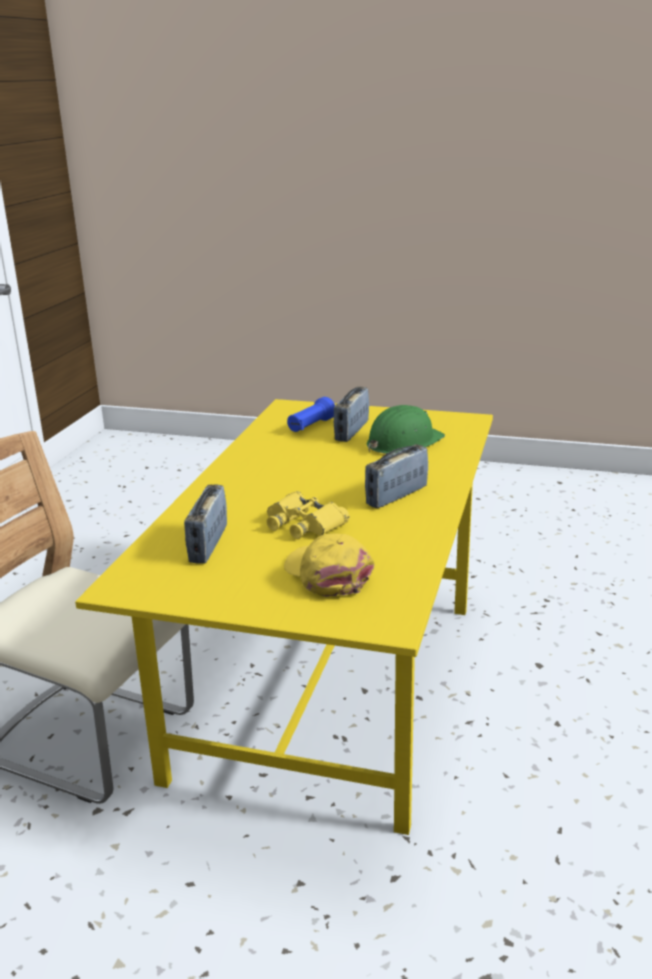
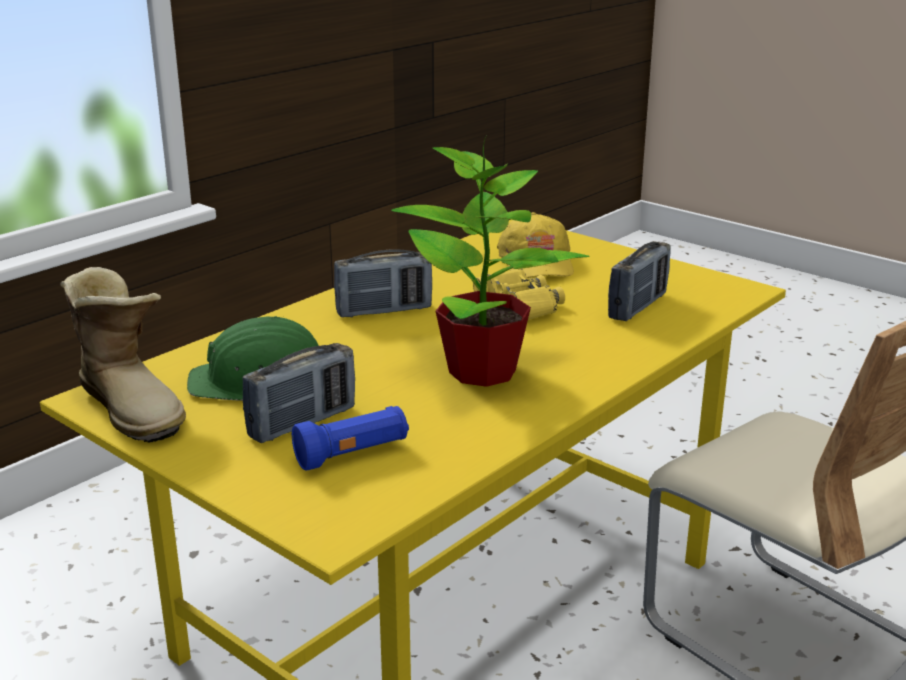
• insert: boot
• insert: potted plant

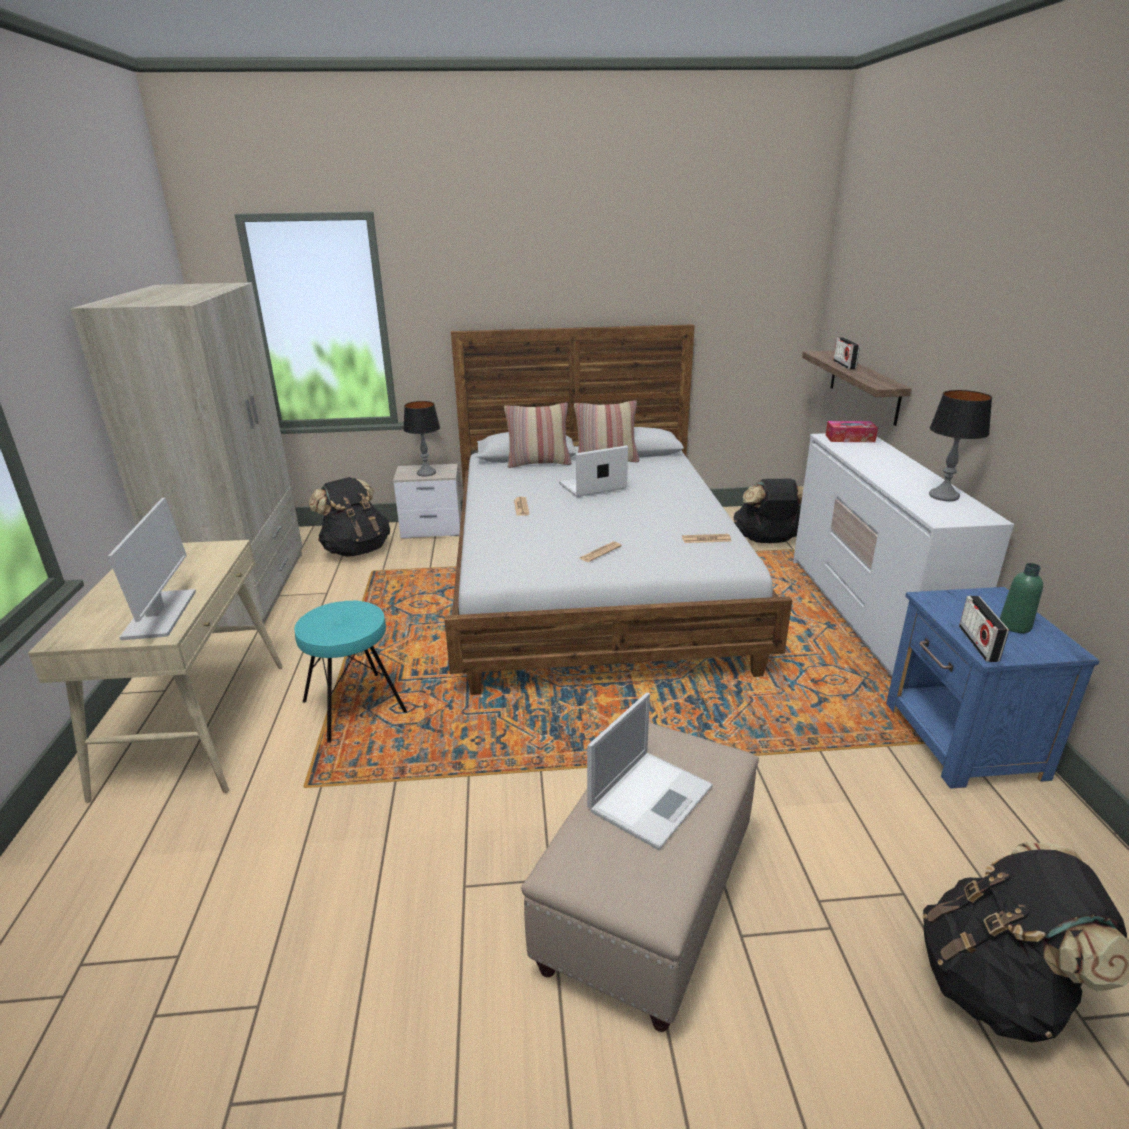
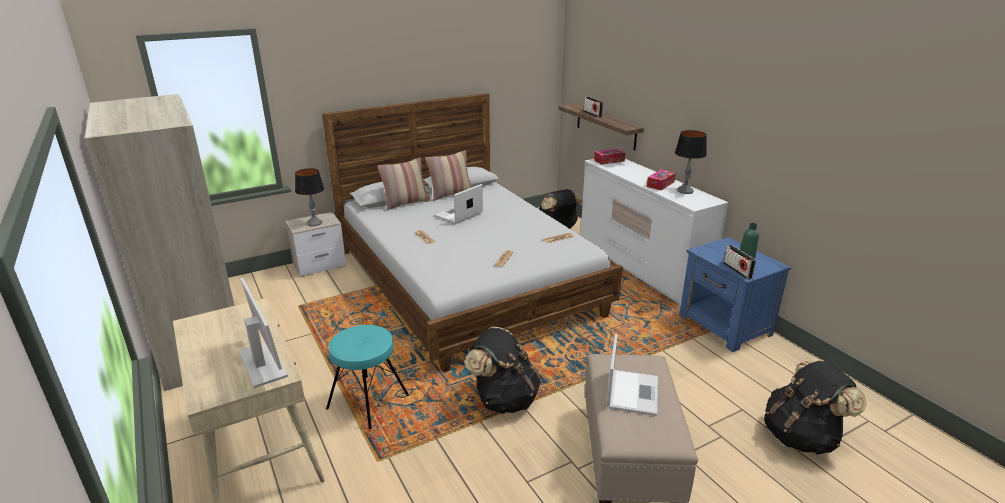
• move: black backpack (1st from left)
• insert: tissue box (2nd from left)

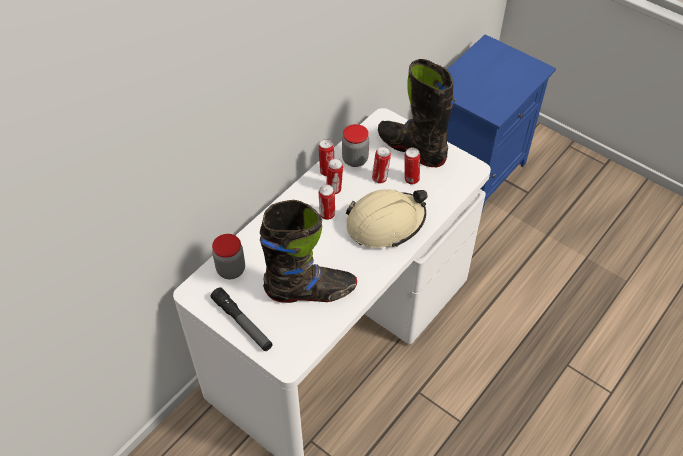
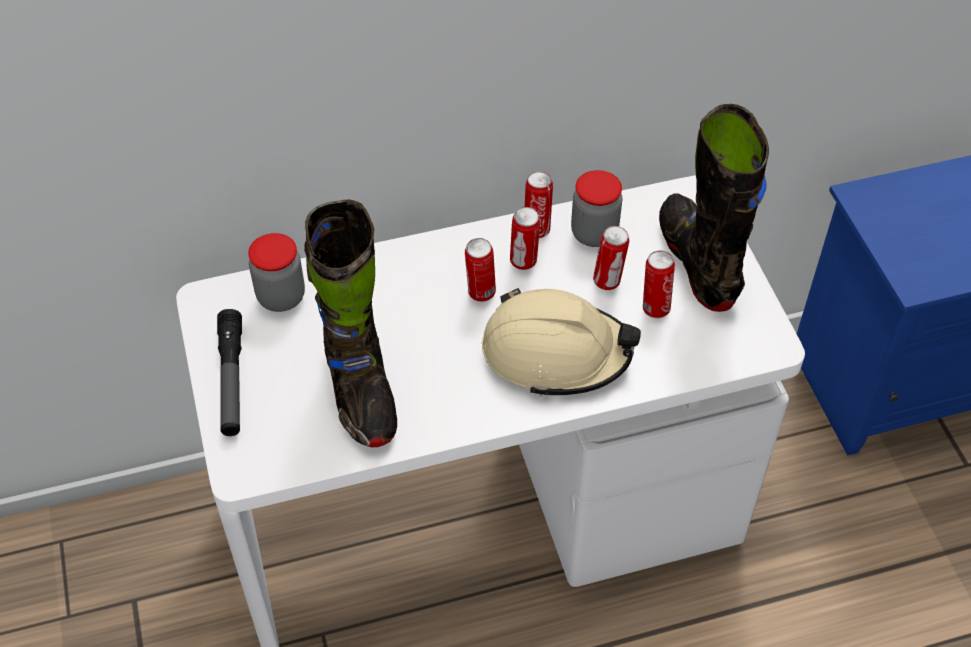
• rotate: black boot (1st from left) 45 degrees clockwise

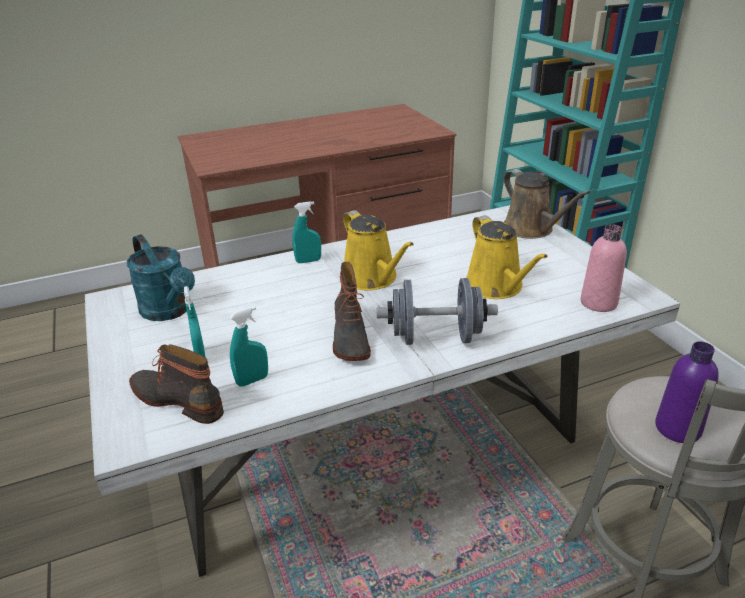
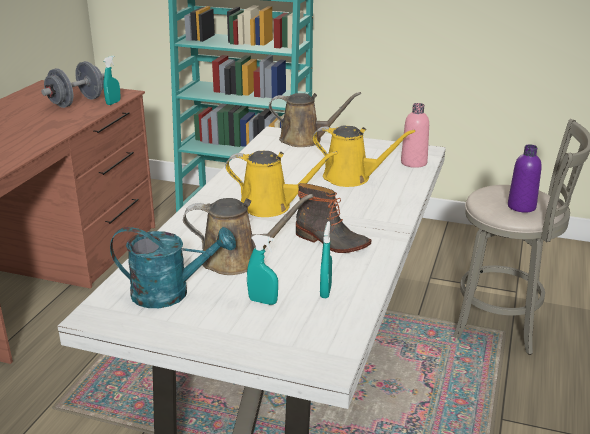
• delete: boot (1st from left)
• move: turquoise spray bottle (3rd from left in the first image) to turquoise spray bottle (1st from left)
• move: grey dumbbell
• insert: brown watering can (1st from left)

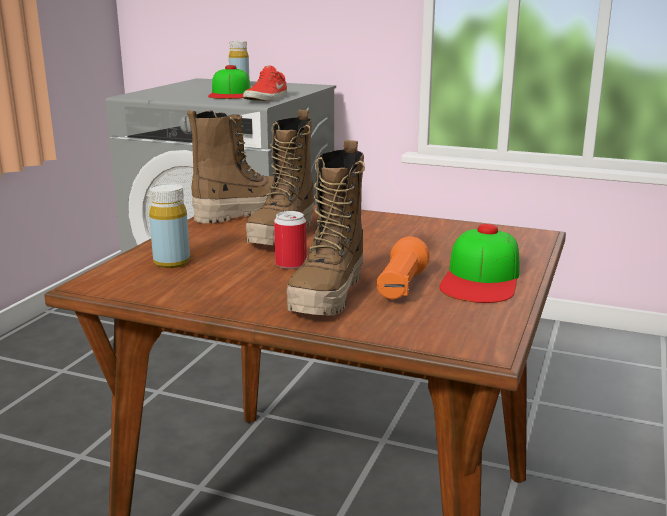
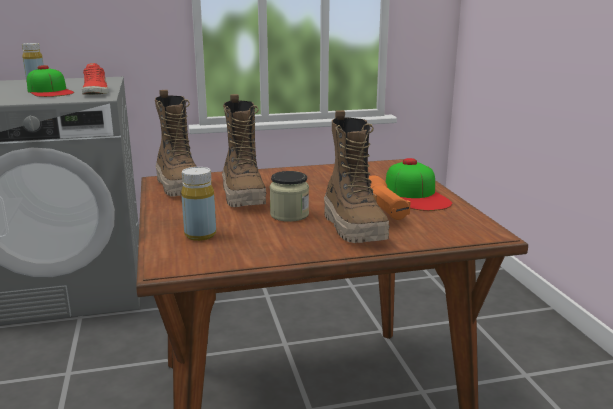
• rotate: boot (1st from left) 135 degrees clockwise
• replace: can to jar

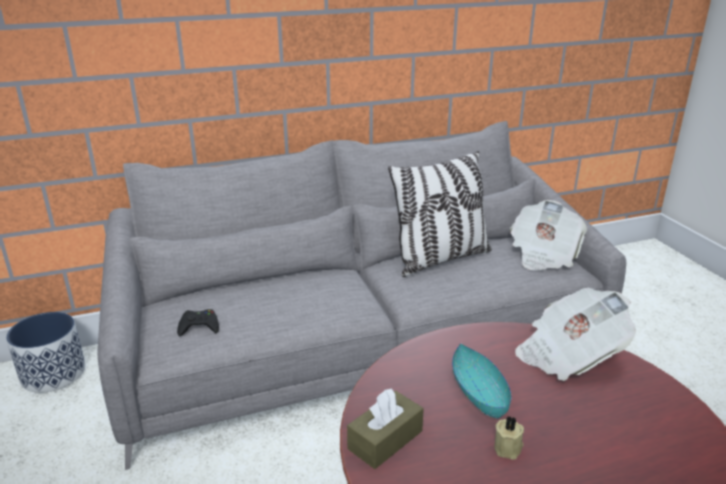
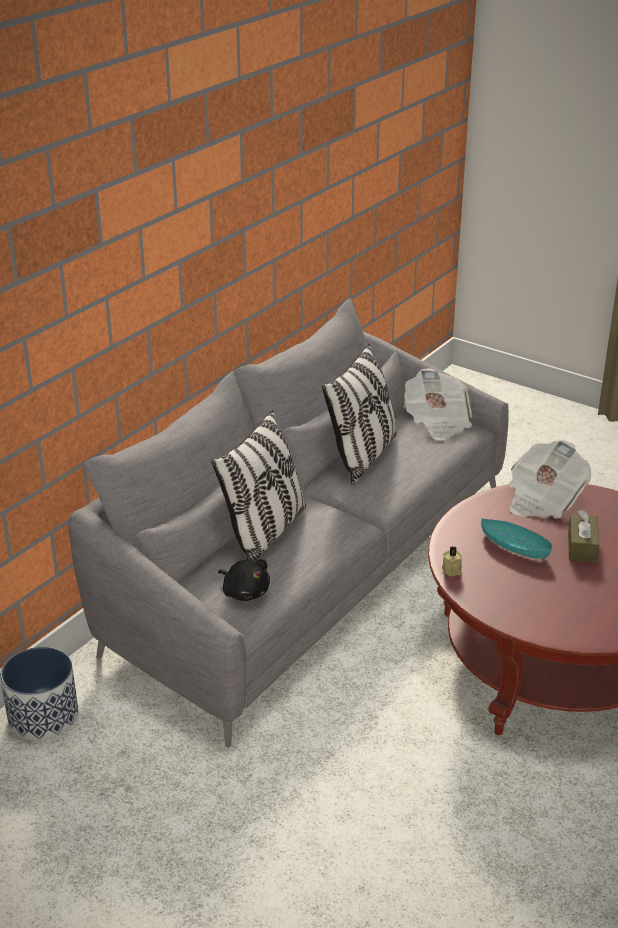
• replace: black game controller to black plush toy
• move: brown tissue box
• move: beige candle
• insert: pillow (1st from left)

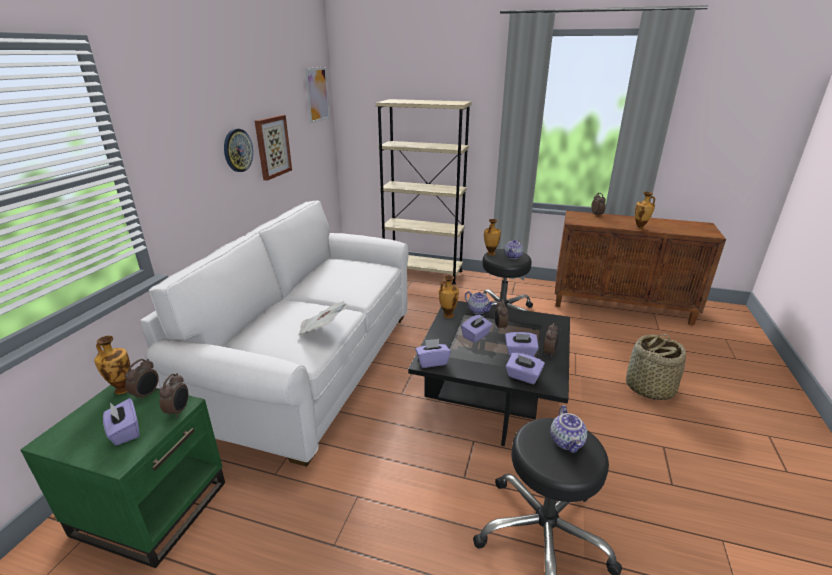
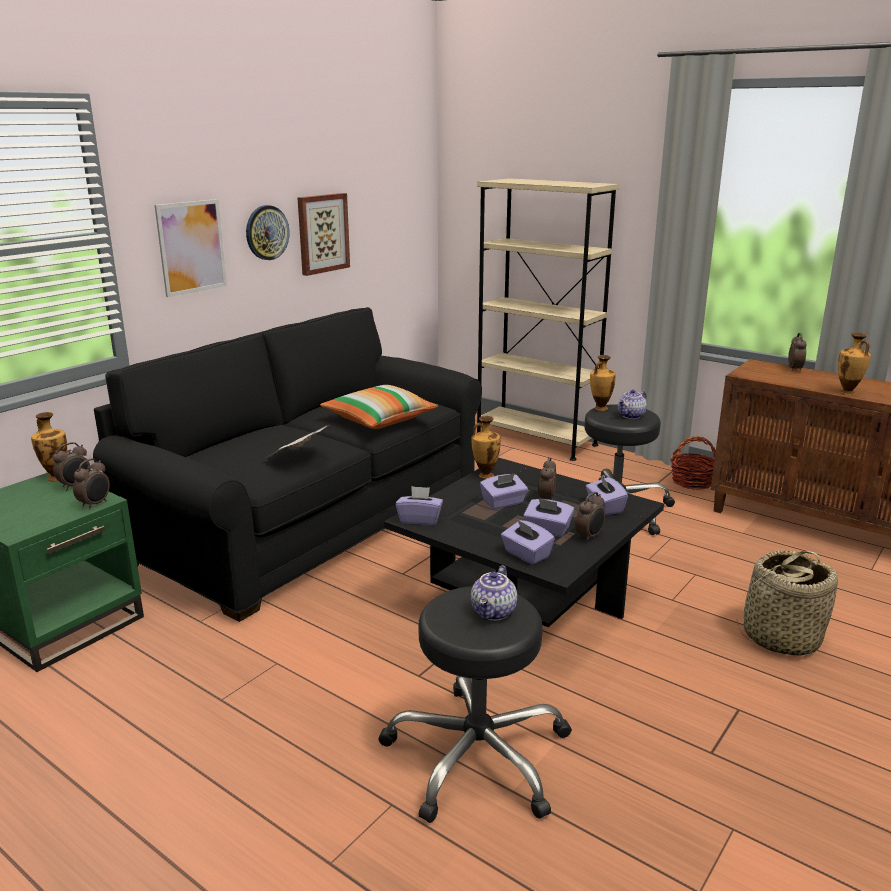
• move: purple tissue box (1st from left in the first image) to purple tissue box (5th from left)
• recolor: white sofa to black sofa
• move: picture (2nd from left in the first image) to picture (1st from left)
• delete: teapot (1st from left)
• insert: pillow
• insert: basket (1st from left)

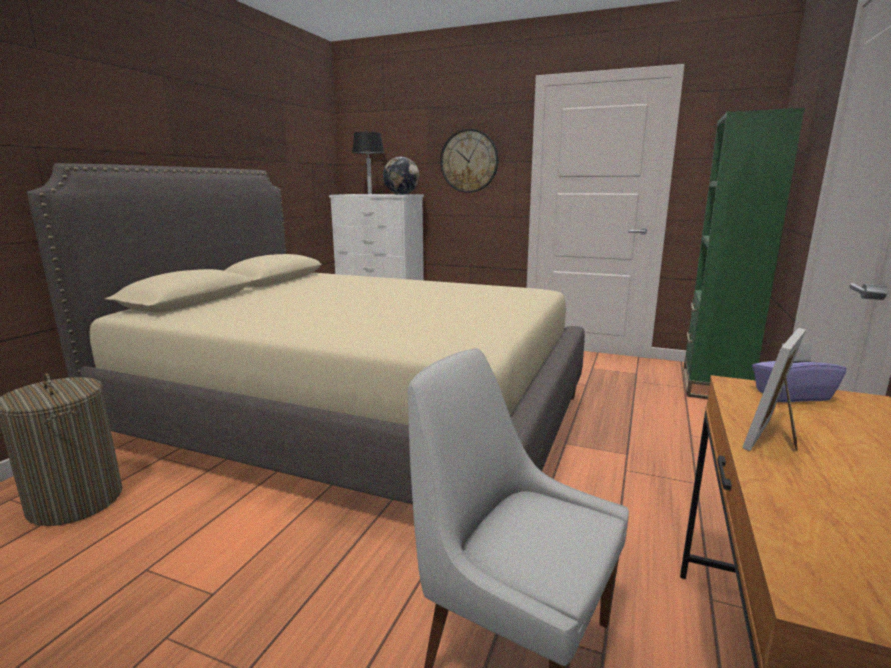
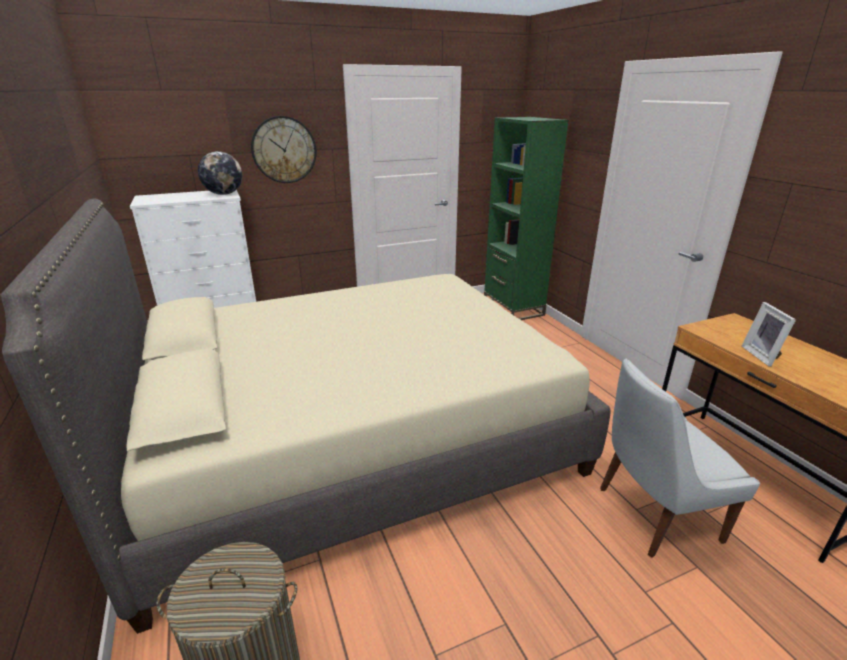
• delete: black table lamp
• delete: purple tissue box

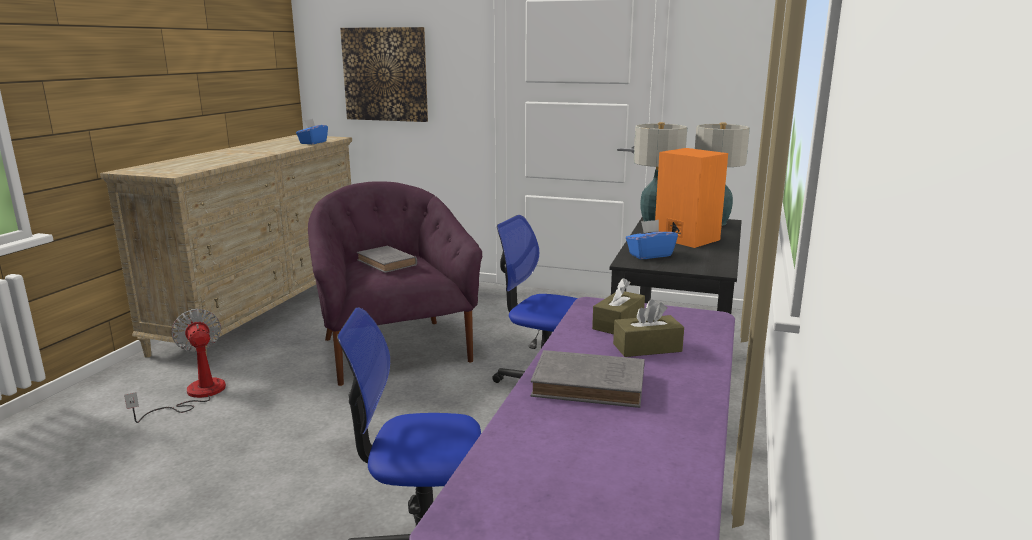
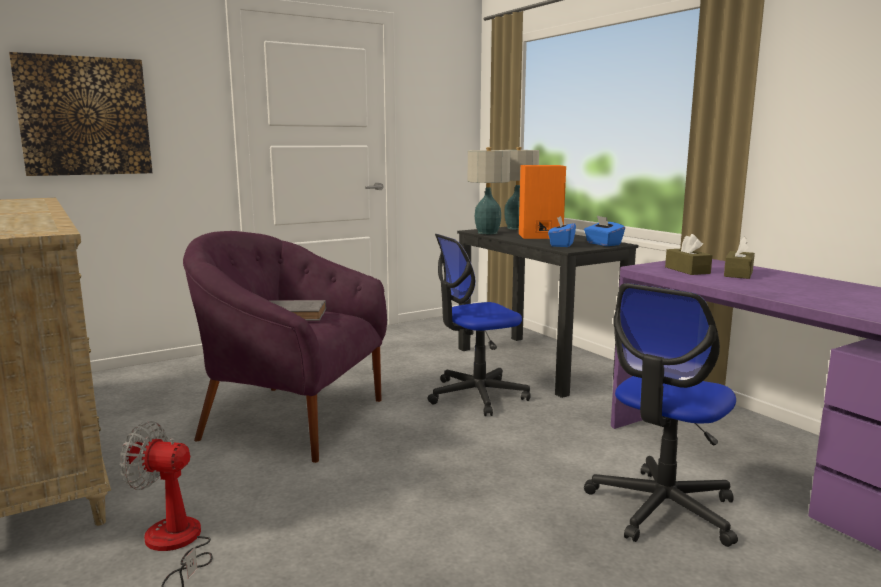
• move: blue tissue box (1st from left in the first image) to blue tissue box (2nd from left)
• delete: grey book (2nd from left)

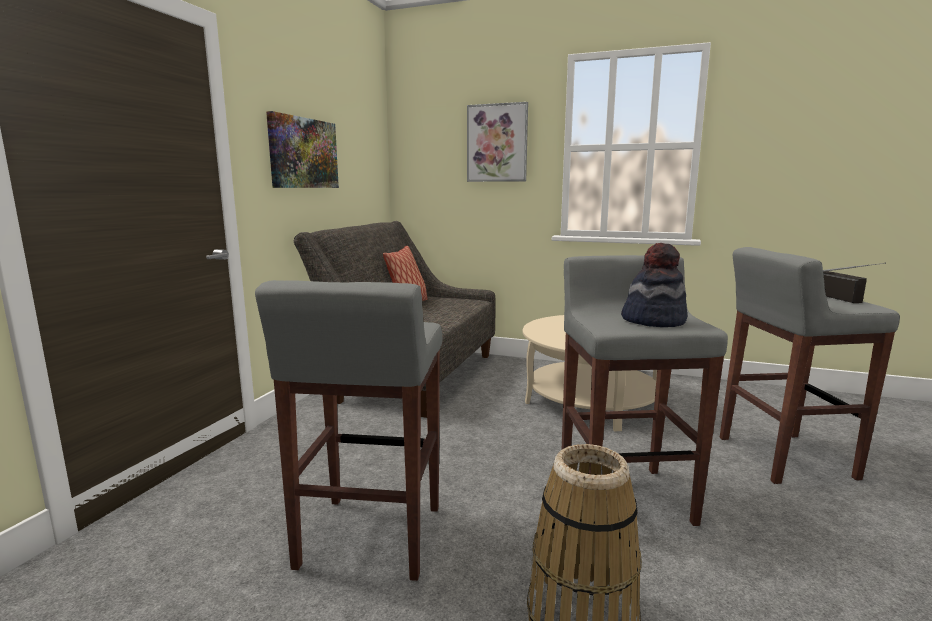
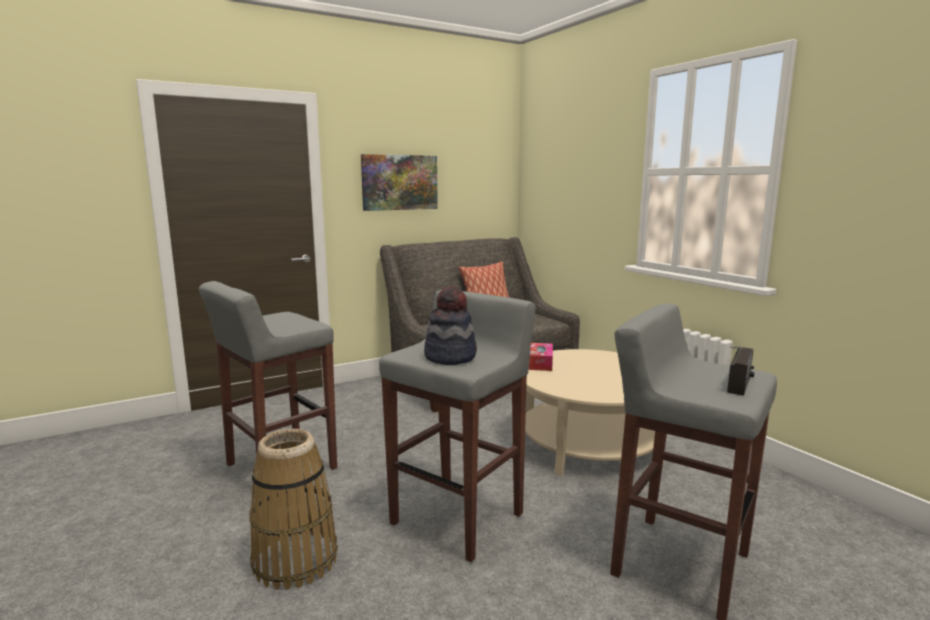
• delete: picture (2nd from left)
• insert: tissue box

